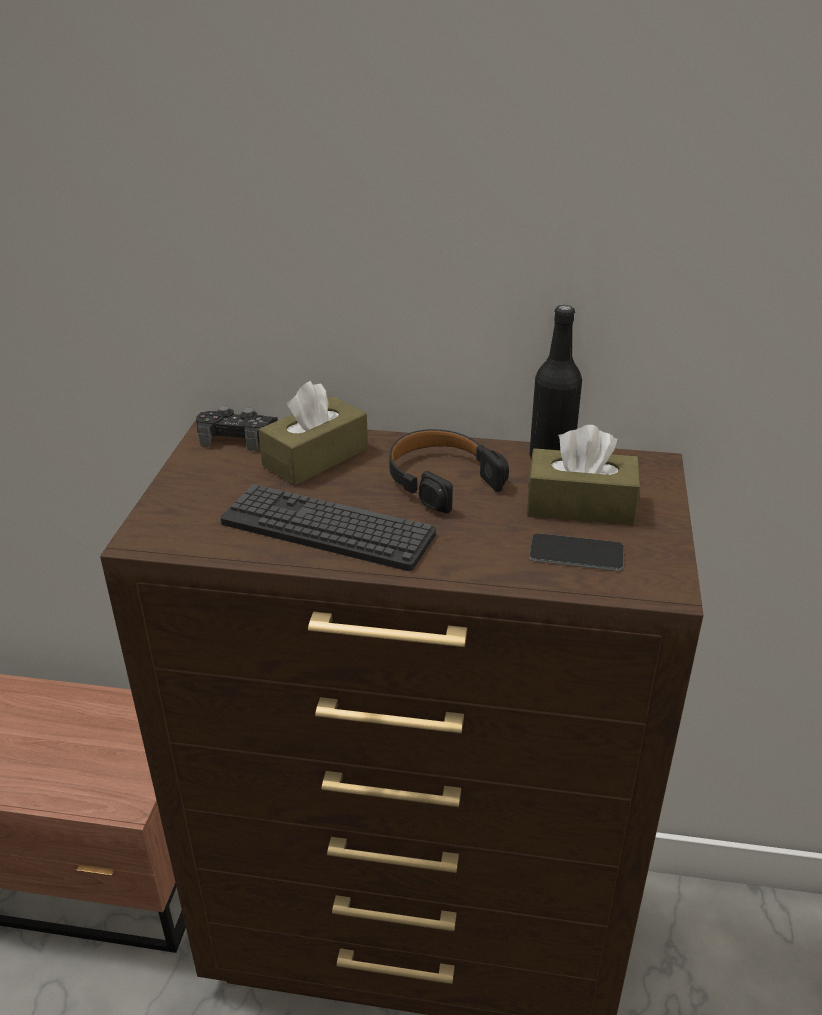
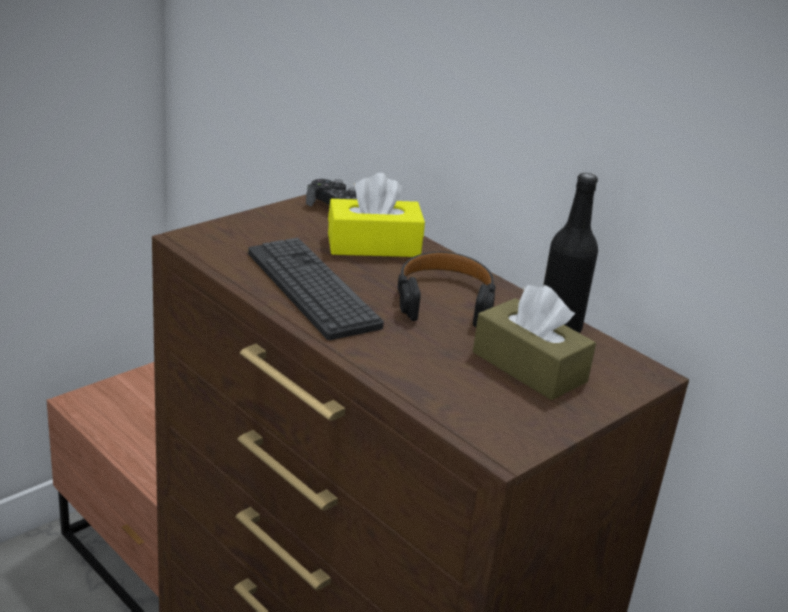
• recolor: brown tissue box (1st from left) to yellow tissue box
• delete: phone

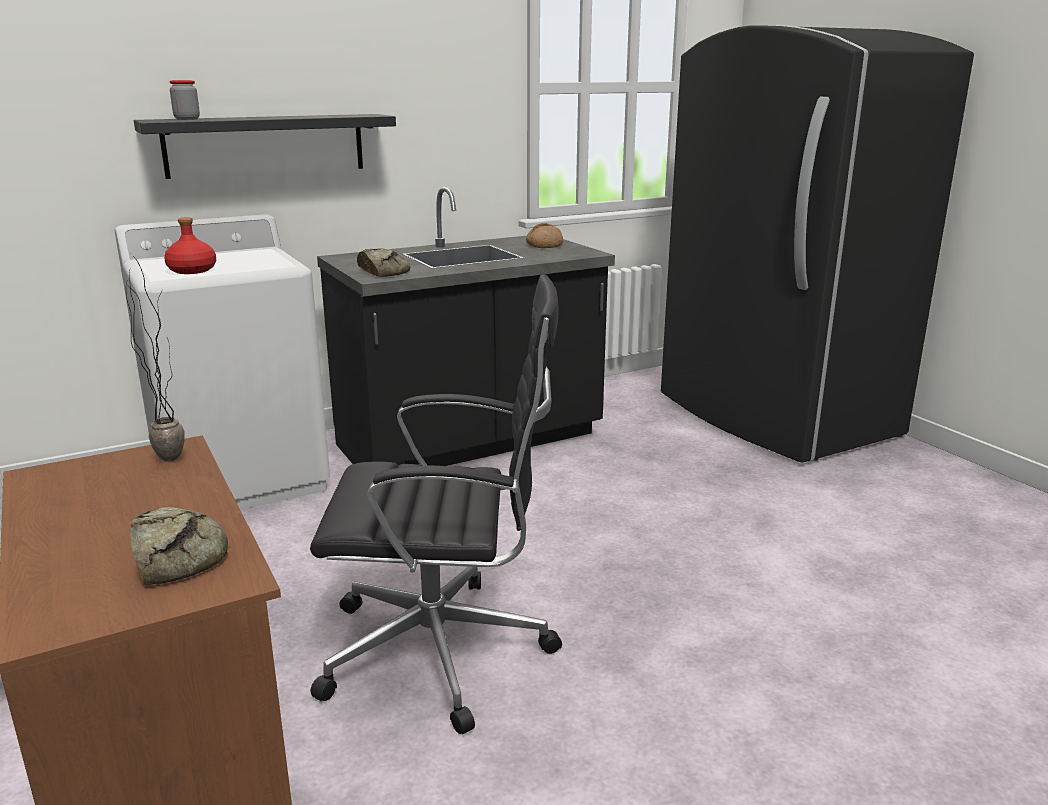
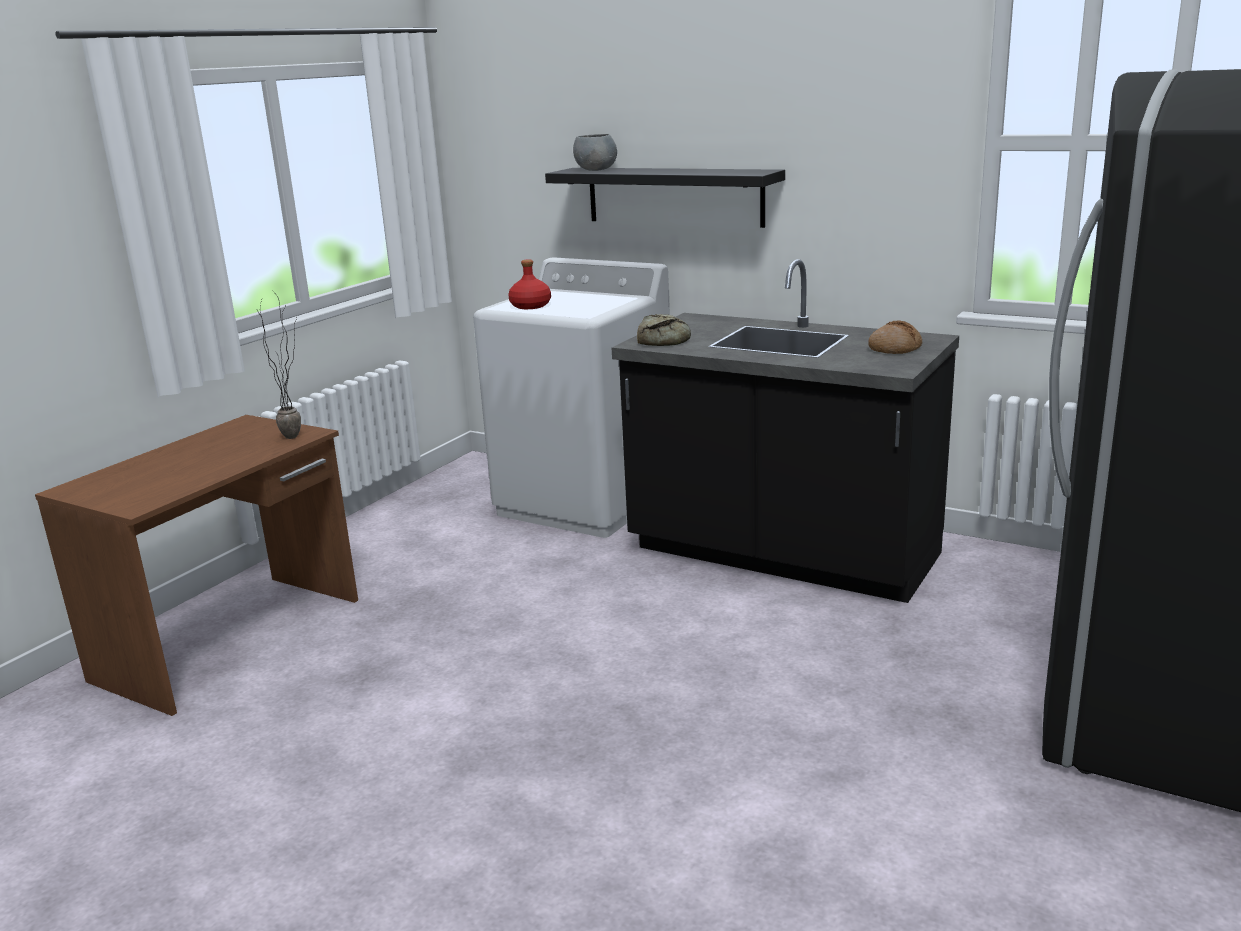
• delete: bread (1st from left)
• replace: jar to grey bowl
• delete: black office chair

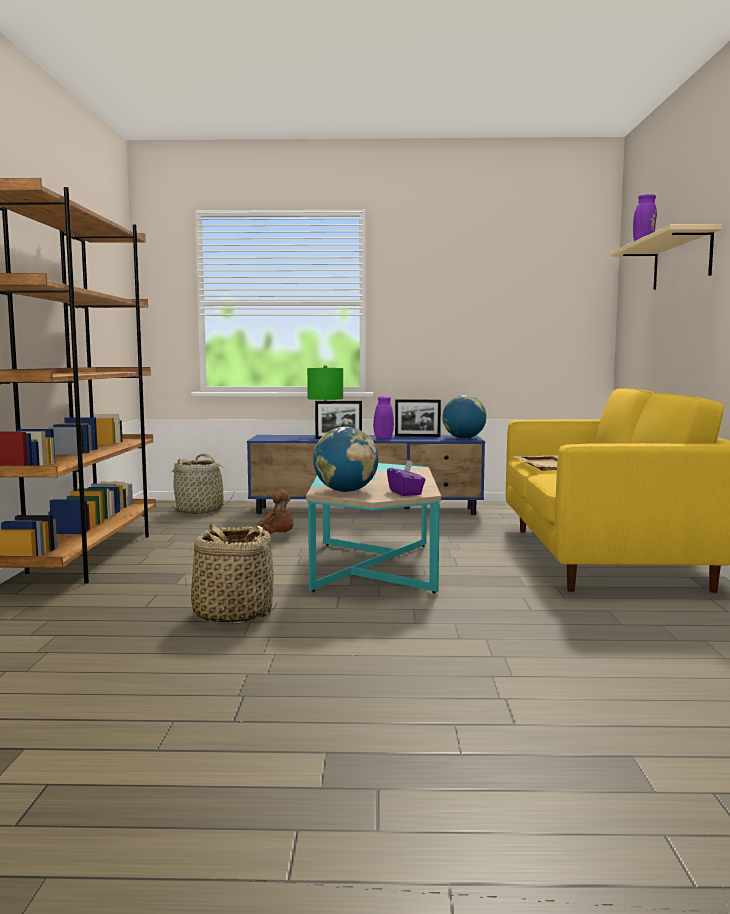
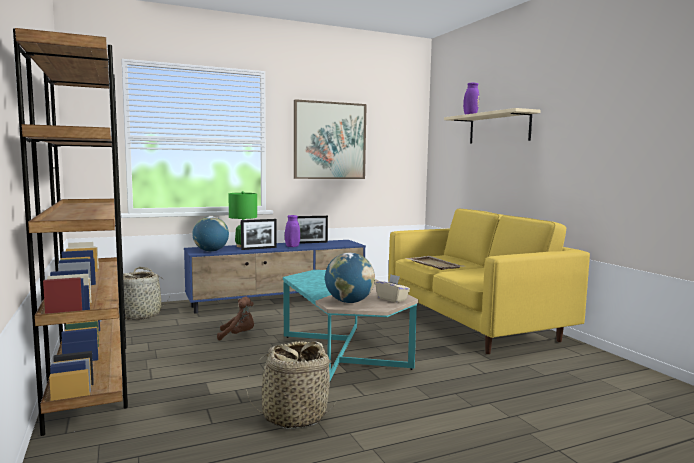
• recolor: purple tissue box to beige tissue box
• move: globe (2nd from left in the first image) to globe (1st from left)
• insert: picture

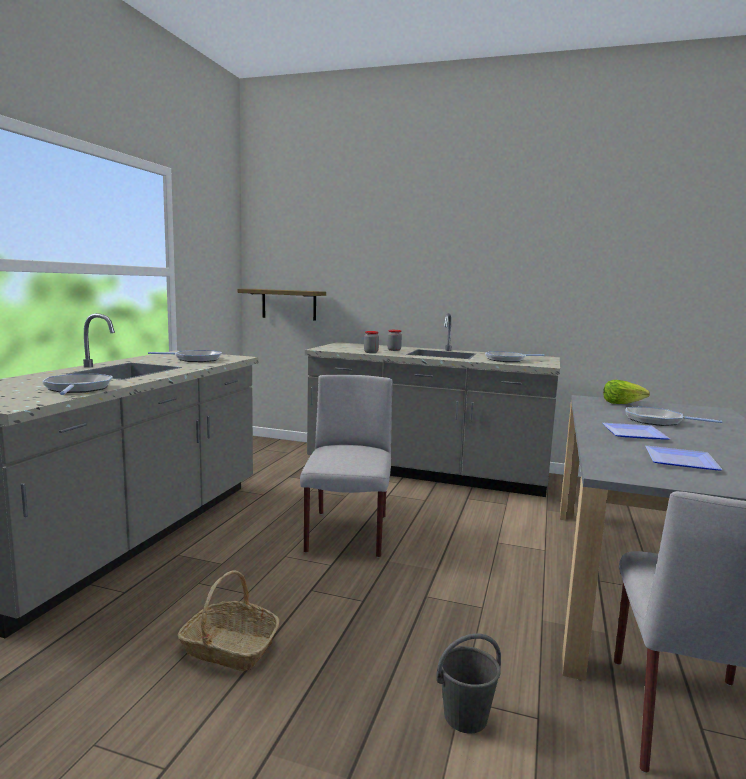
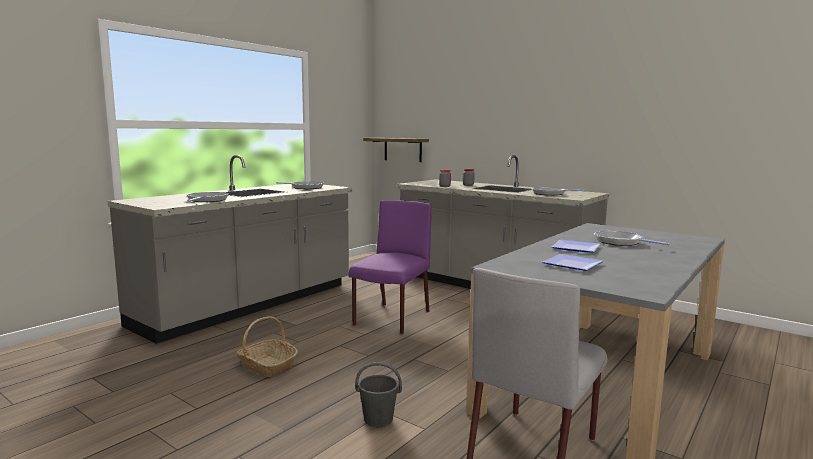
• recolor: grey chair (1st from left) to purple chair
• delete: lettuce

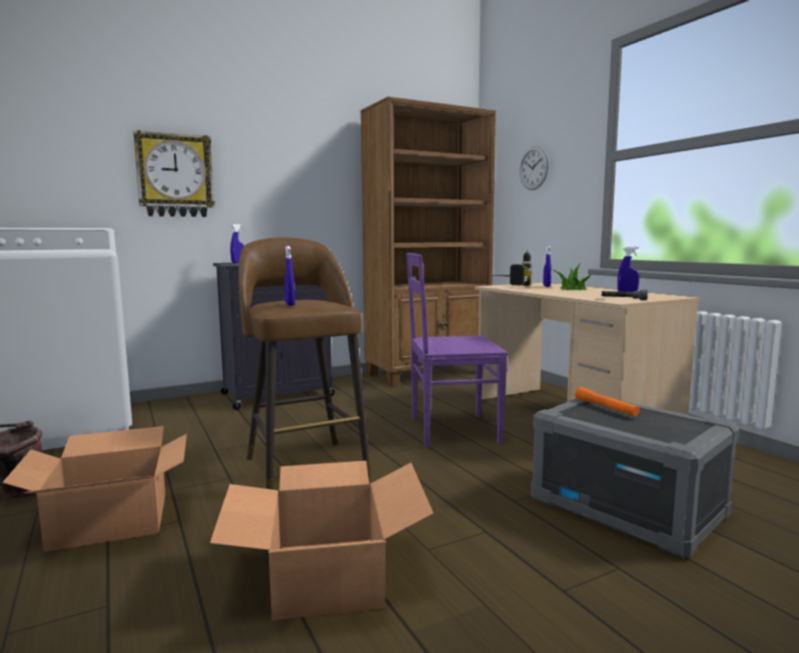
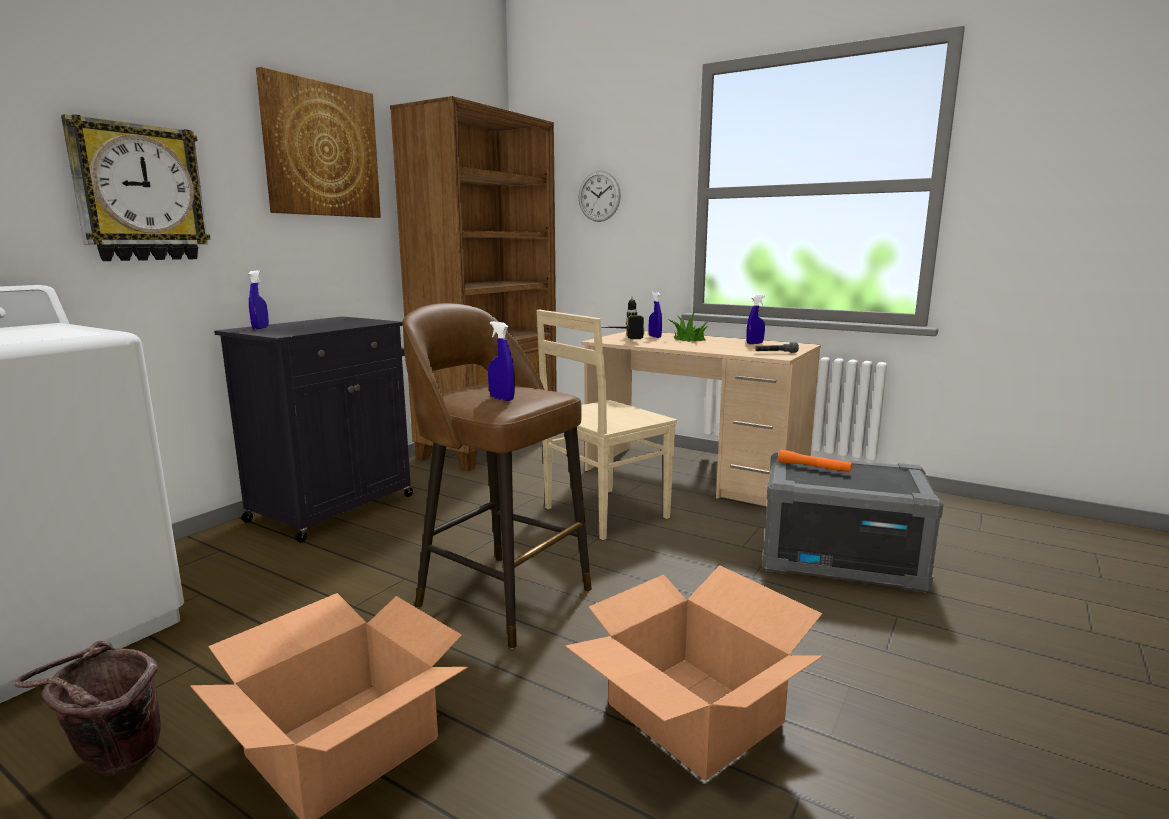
• recolor: purple chair to beige chair
• insert: picture

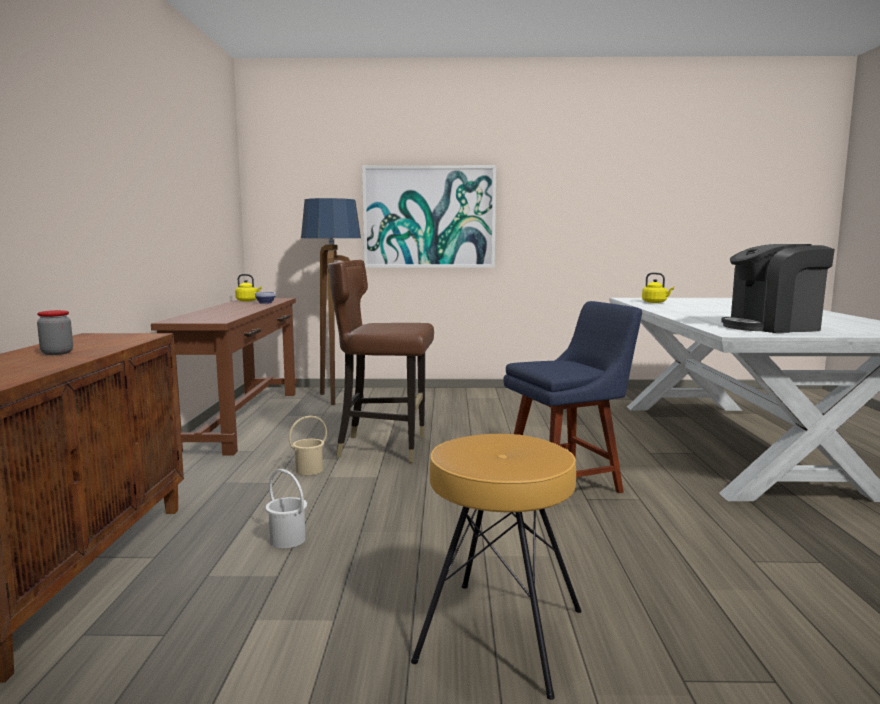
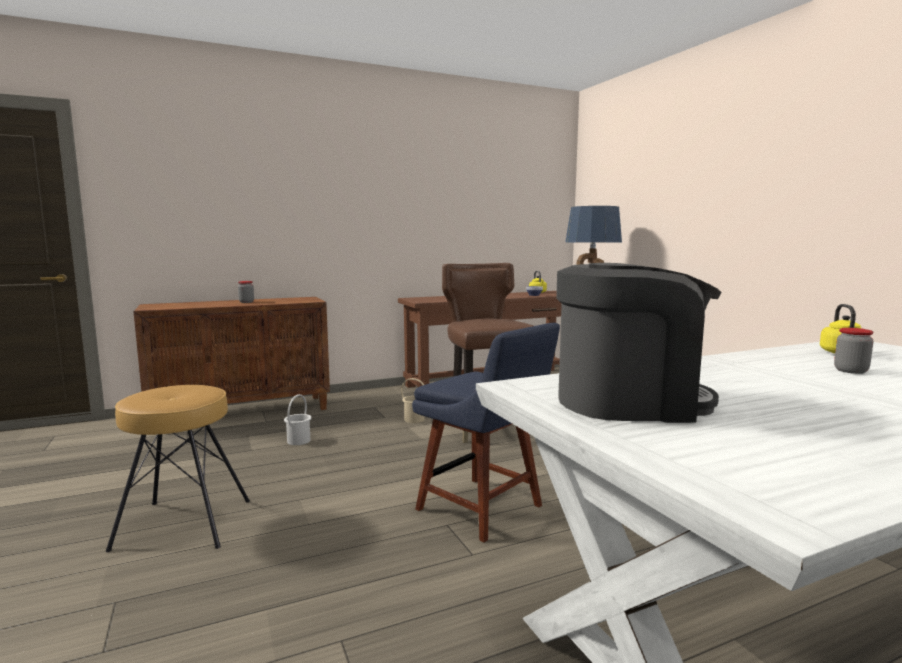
• delete: picture
• rotate: coffee machine 120 degrees clockwise
• insert: jar (2nd from left)

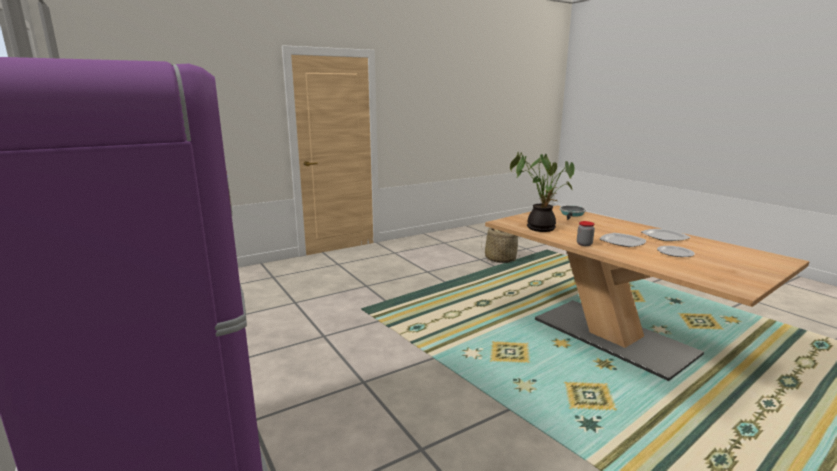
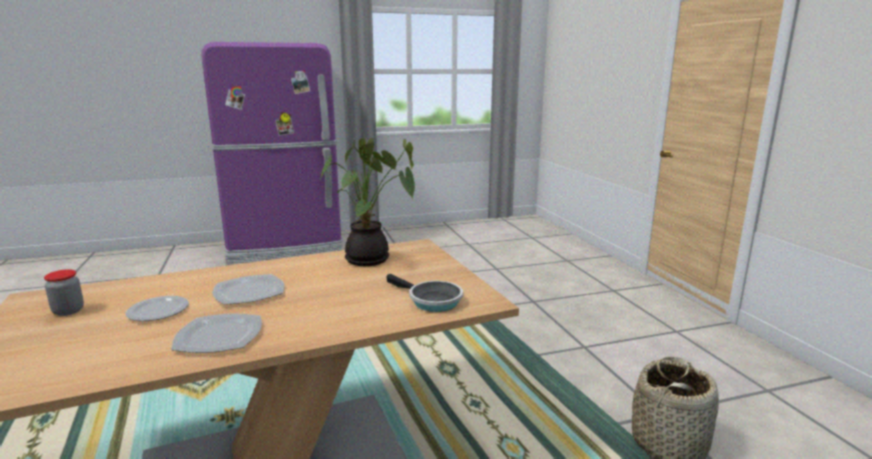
• move: jar

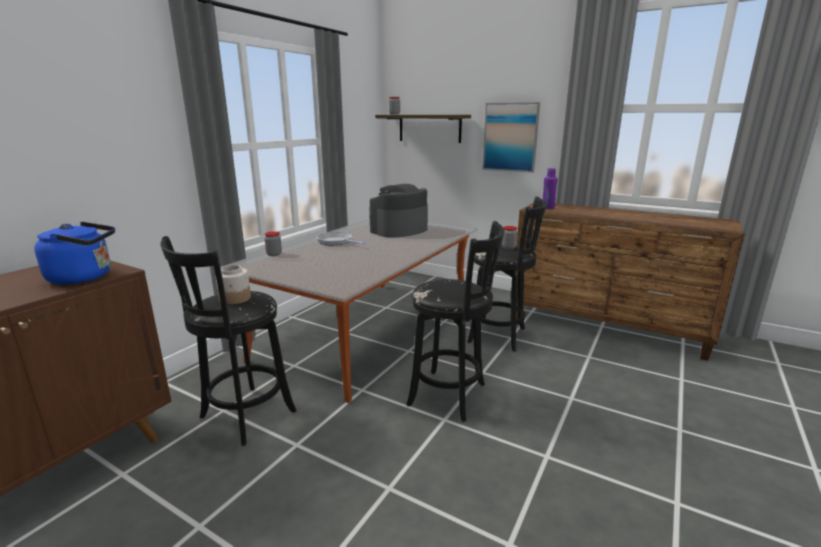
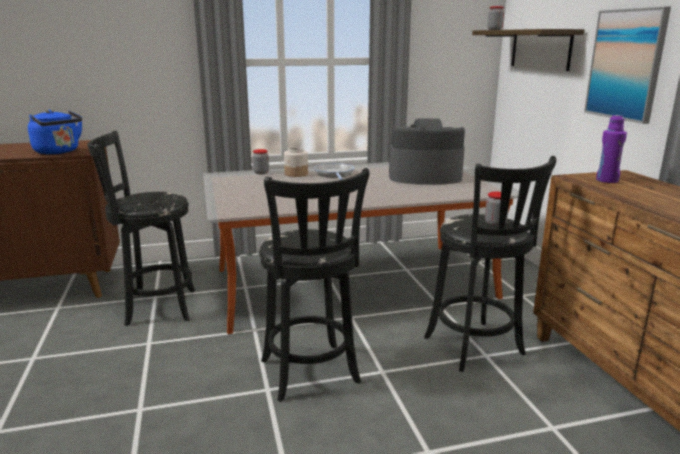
• move: jar (1st from left in the first image) to jar (2nd from left)

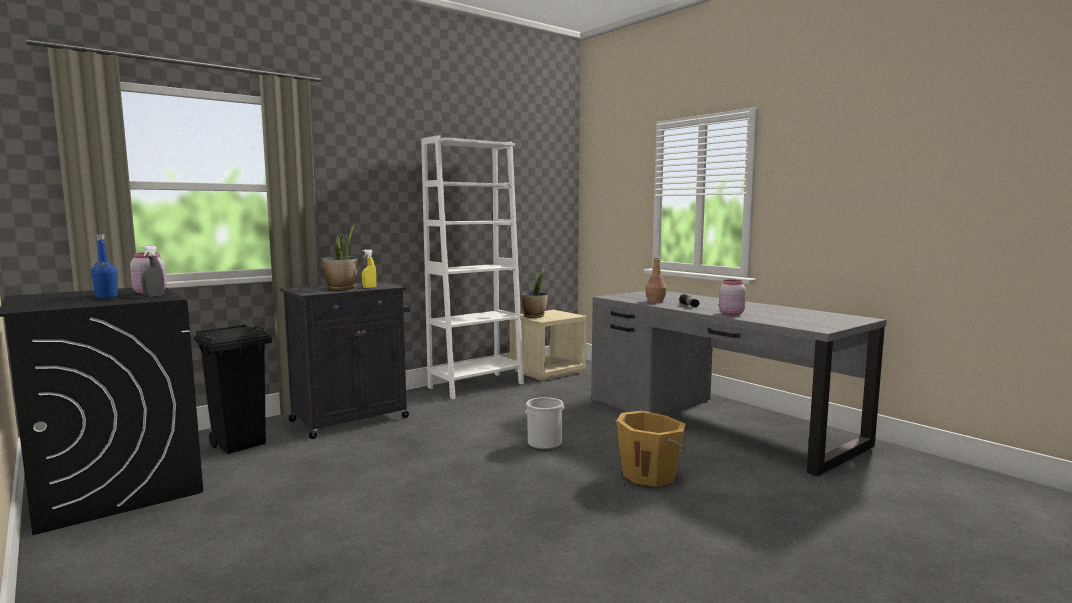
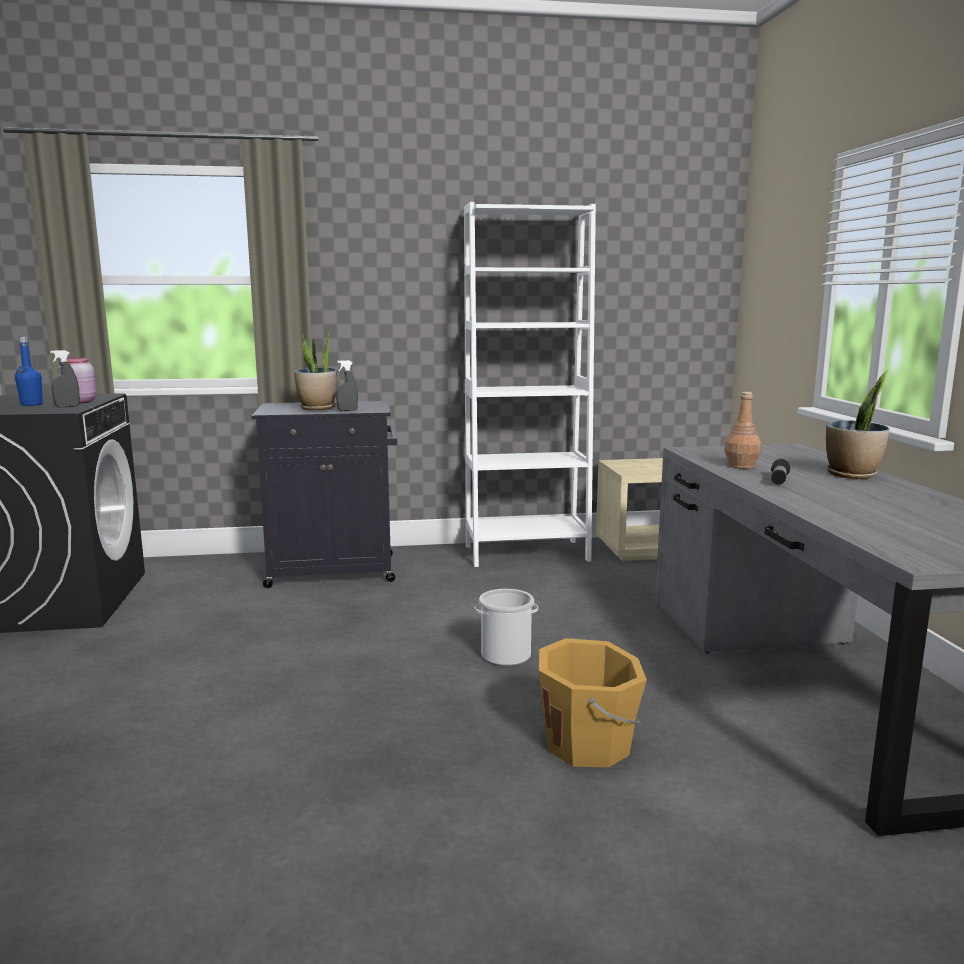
• delete: black trash can
• recolor: yellow spray bottle to grey spray bottle (2nd from left)
• move: potted plant (2nd from left)
• delete: pink jar (2nd from left)

